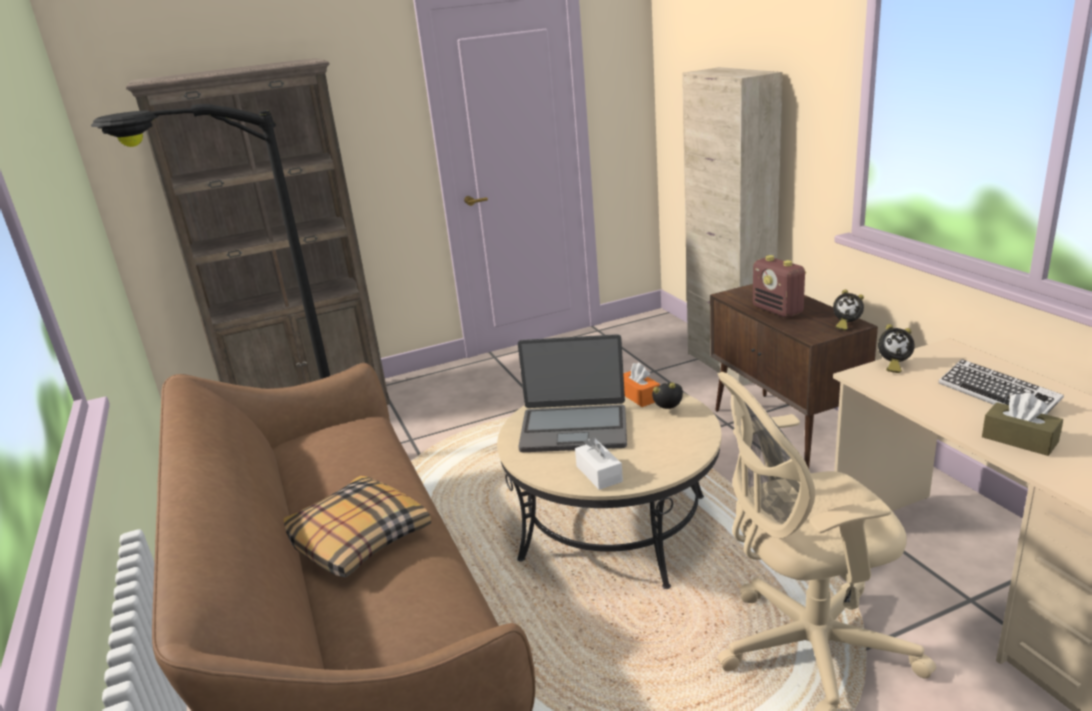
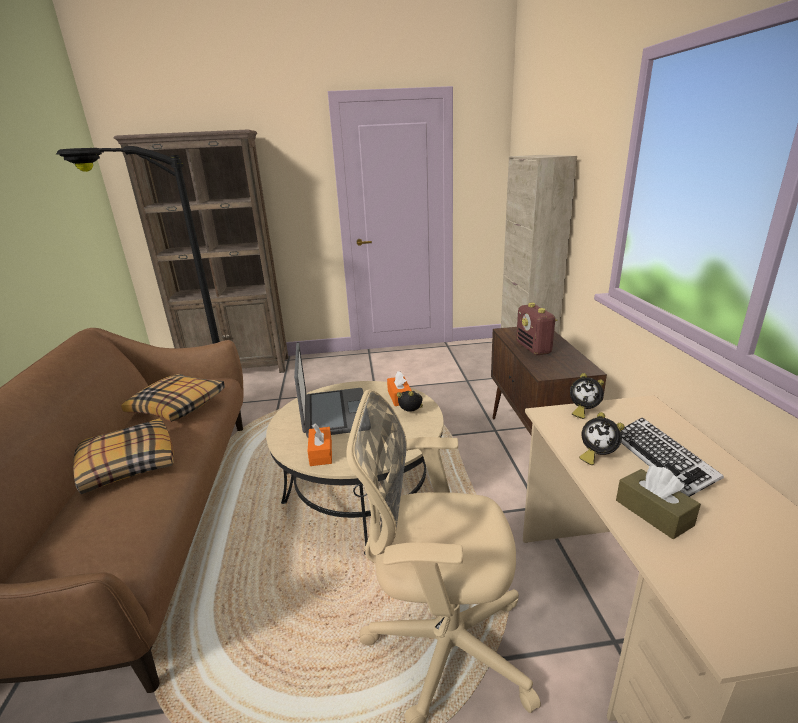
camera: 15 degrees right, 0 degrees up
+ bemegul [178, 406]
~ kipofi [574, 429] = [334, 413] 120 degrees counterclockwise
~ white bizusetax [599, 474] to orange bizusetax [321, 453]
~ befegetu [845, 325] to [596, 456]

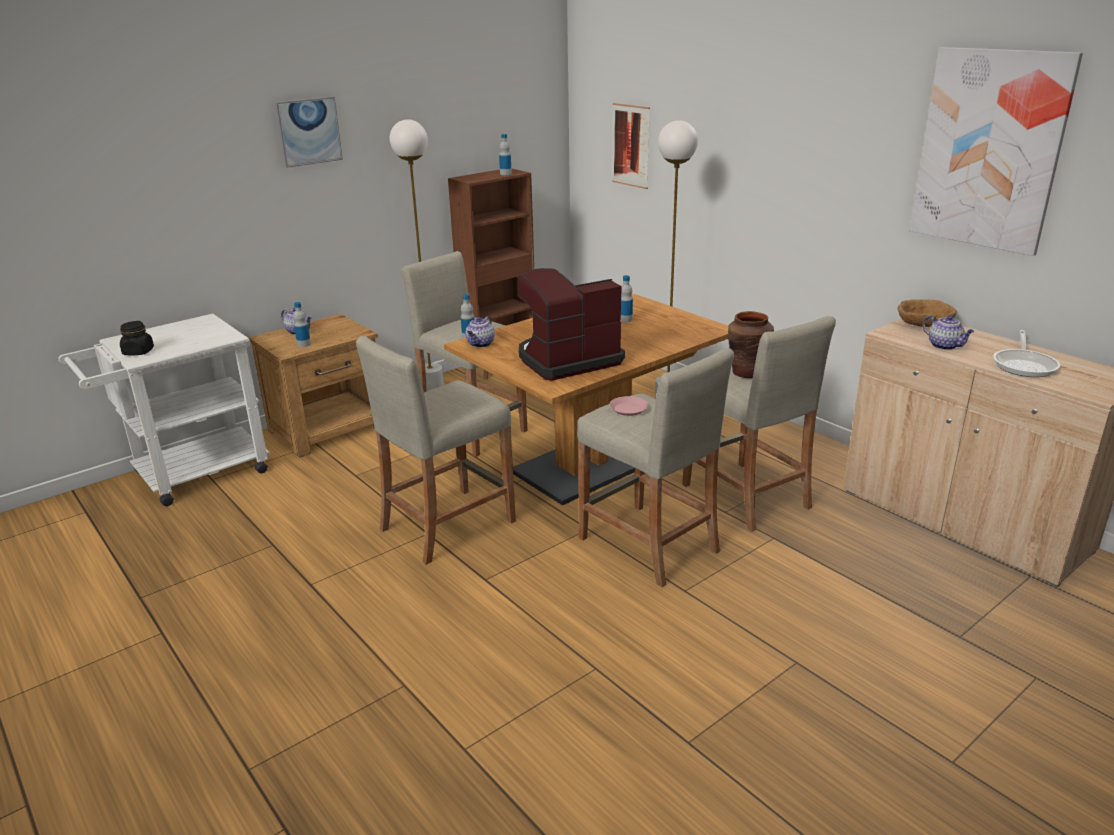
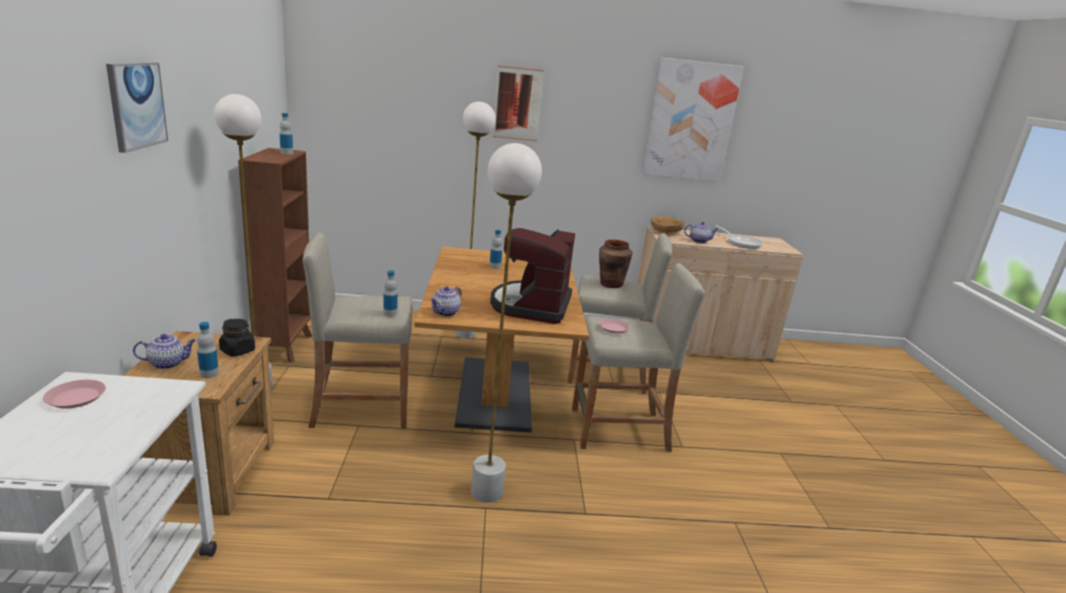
camera: 55 degrees left, 5 degrees down
+ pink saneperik [76, 398]
~ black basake [138, 352] to [238, 351]
~ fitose [480, 344] = [445, 313] 60 degrees clockwise
~ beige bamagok [447, 525] to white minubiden [486, 492]
~ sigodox [631, 145] to [517, 104]

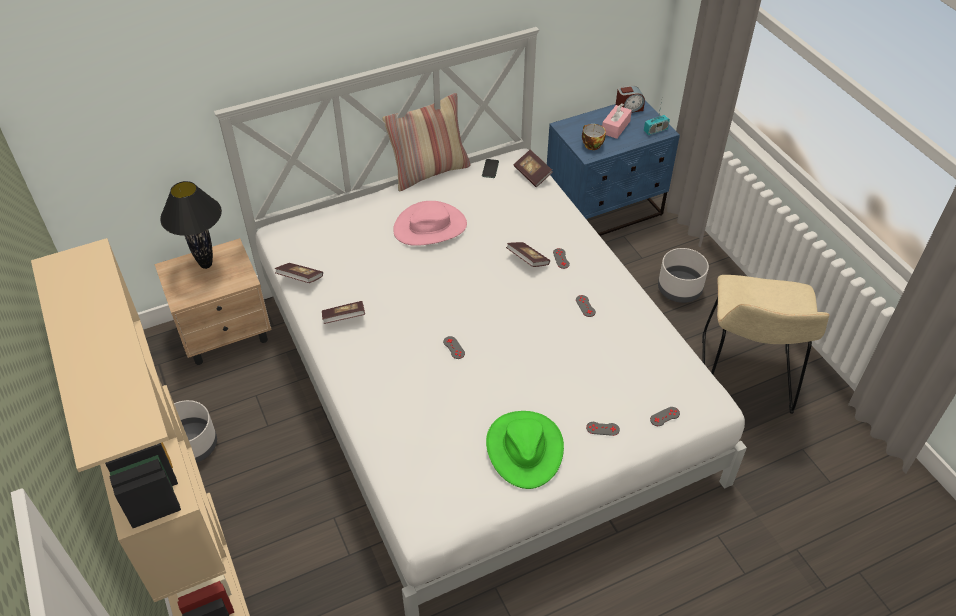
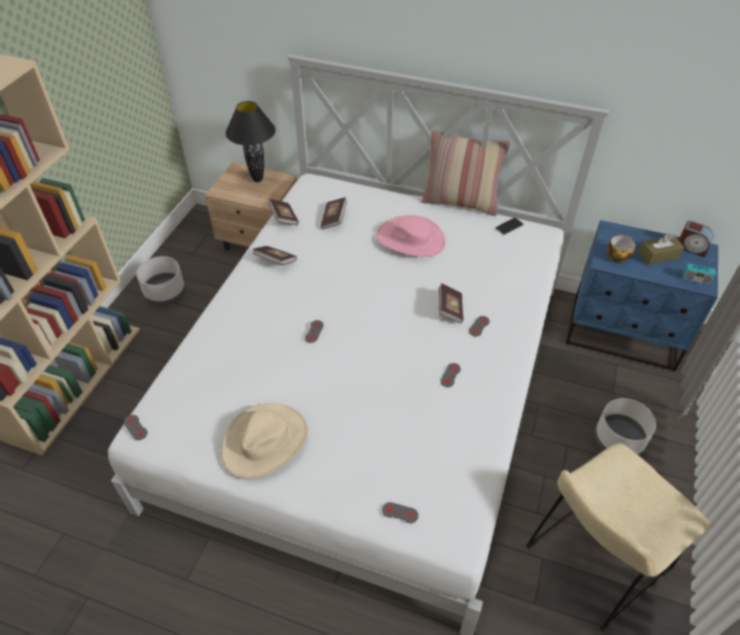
camera: 45 degrees right, 0 degrees up
~ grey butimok [602, 428] to [135, 427]
~ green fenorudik [524, 449] to beige fenorudik [265, 441]
~ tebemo [532, 174] to [334, 219]
~ pink bizusetax [615, 127] to brown bizusetax [658, 255]

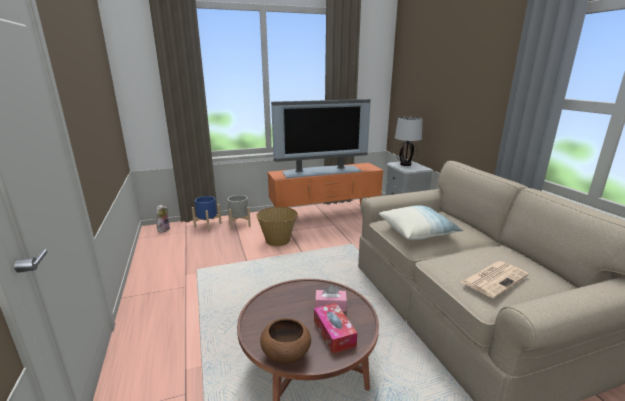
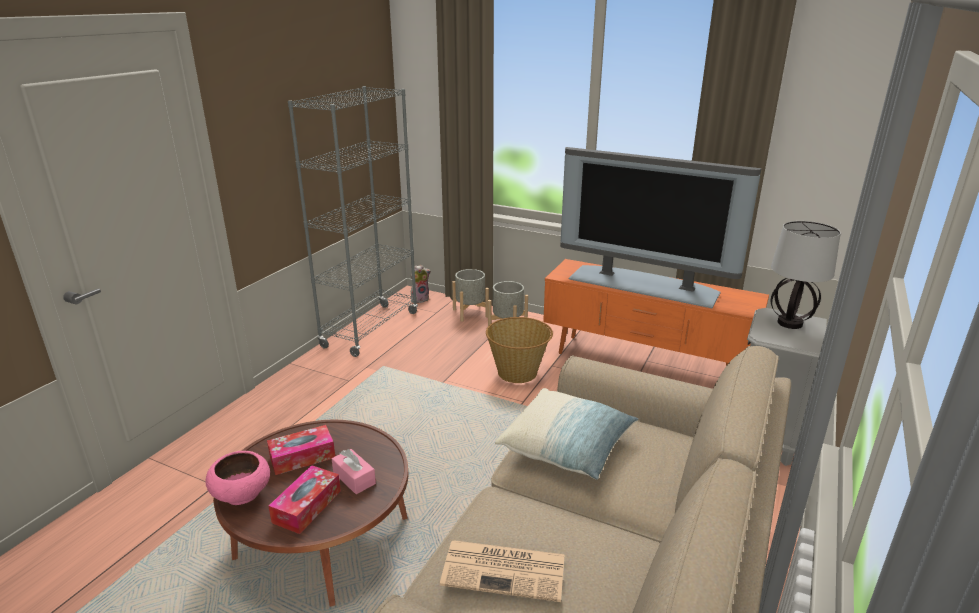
camera: 45 degrees right, 5 degrees up
~ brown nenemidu [286, 353] to pink nenemidu [242, 492]
+ bizusetax [302, 457]
+ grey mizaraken [370, 329]
~ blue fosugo [207, 225] to grey fosugo [470, 313]

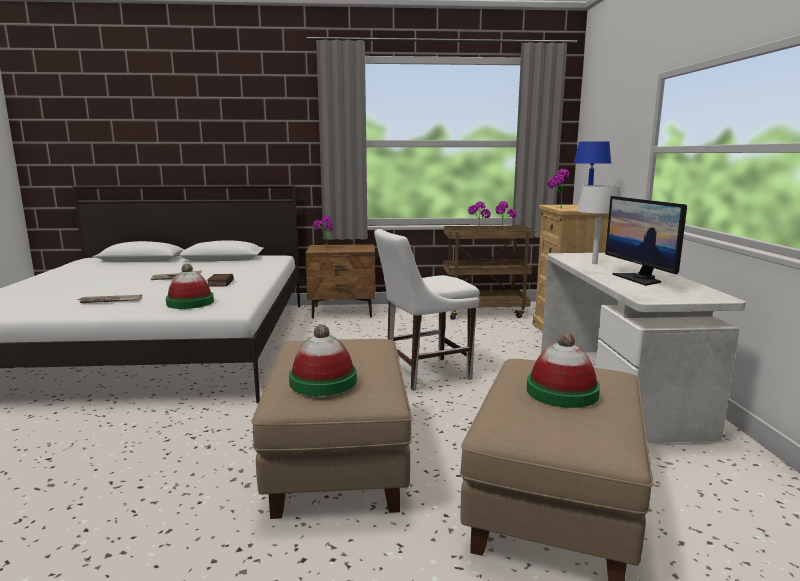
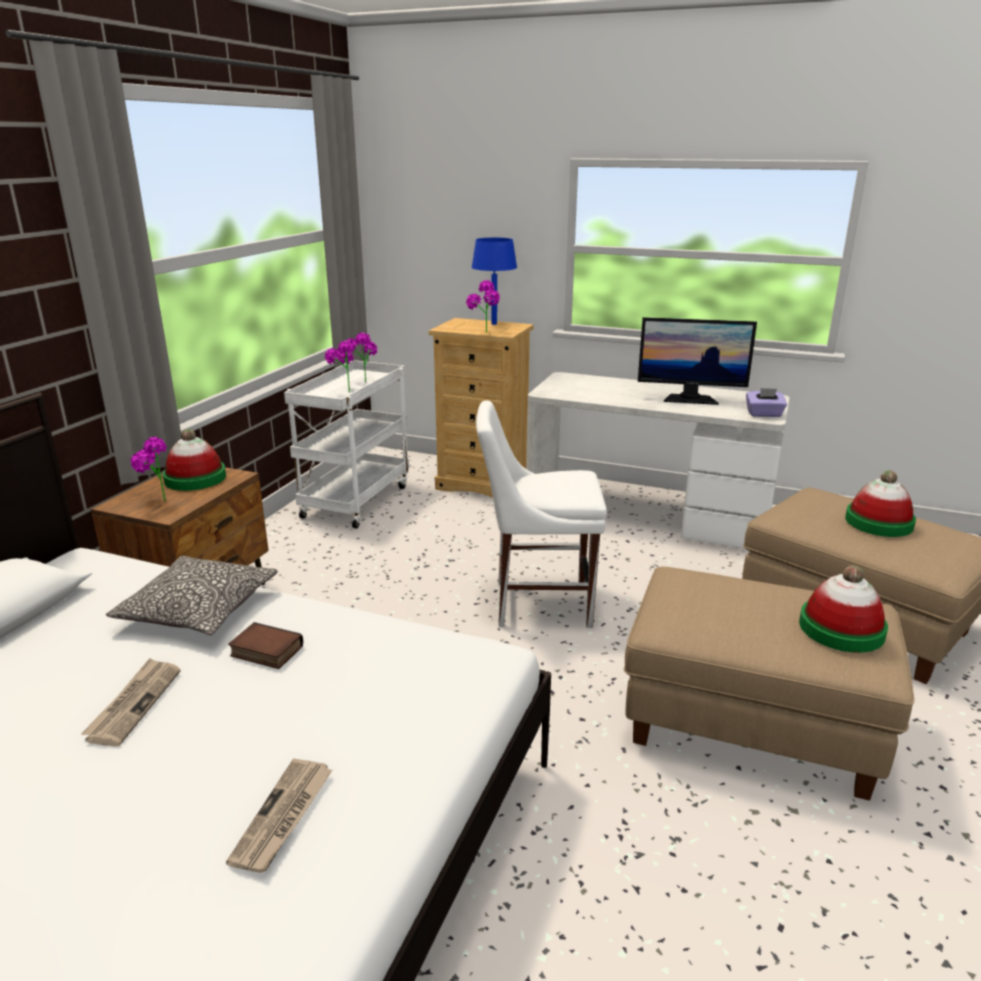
camera: 65 degrees left, 10 degrees up
+ bemegul [198, 609]
~ fenorudik [190, 302] to [195, 478]
~ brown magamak [484, 312] to white magamak [356, 500]
~ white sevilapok [423, 374] = [536, 603] 90 degrees clockwise
+ purple bizusetax [764, 414]
- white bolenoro [594, 263]

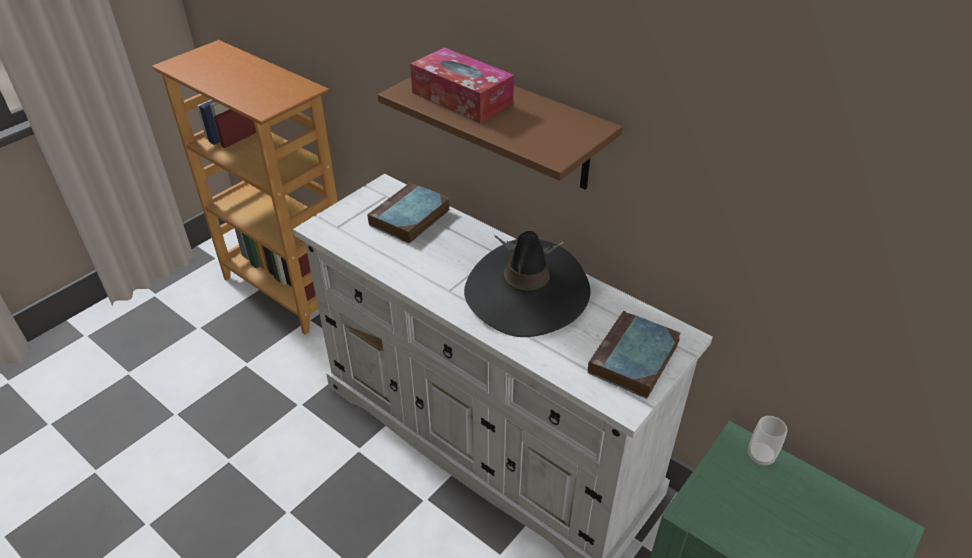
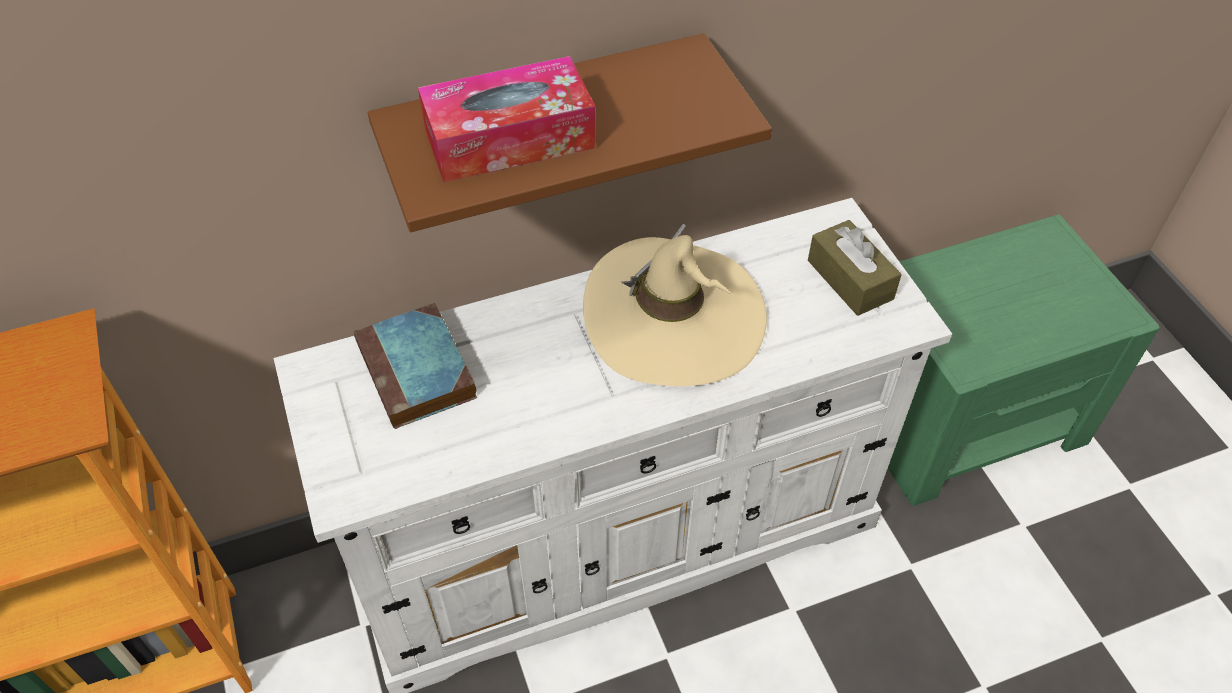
camera: 60 degrees left, 10 degrees up
~ black fenorudik [526, 293] to beige fenorudik [674, 318]
~ tebemo [633, 360] to brown bizusetax [850, 279]
- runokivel [760, 456]

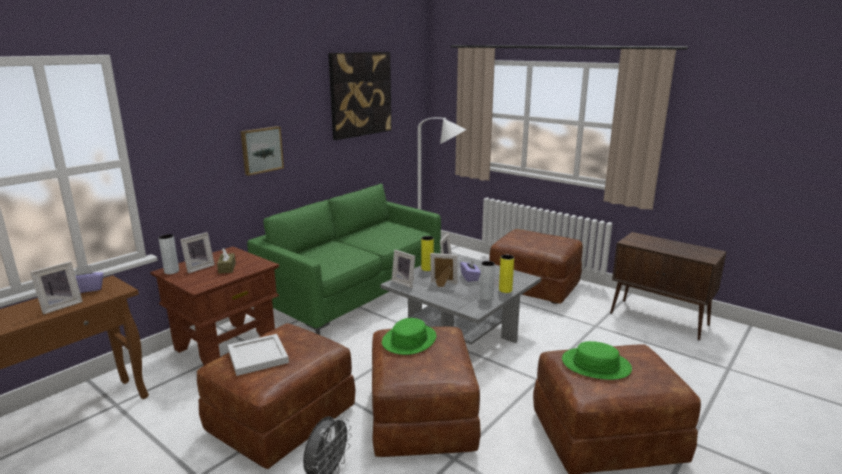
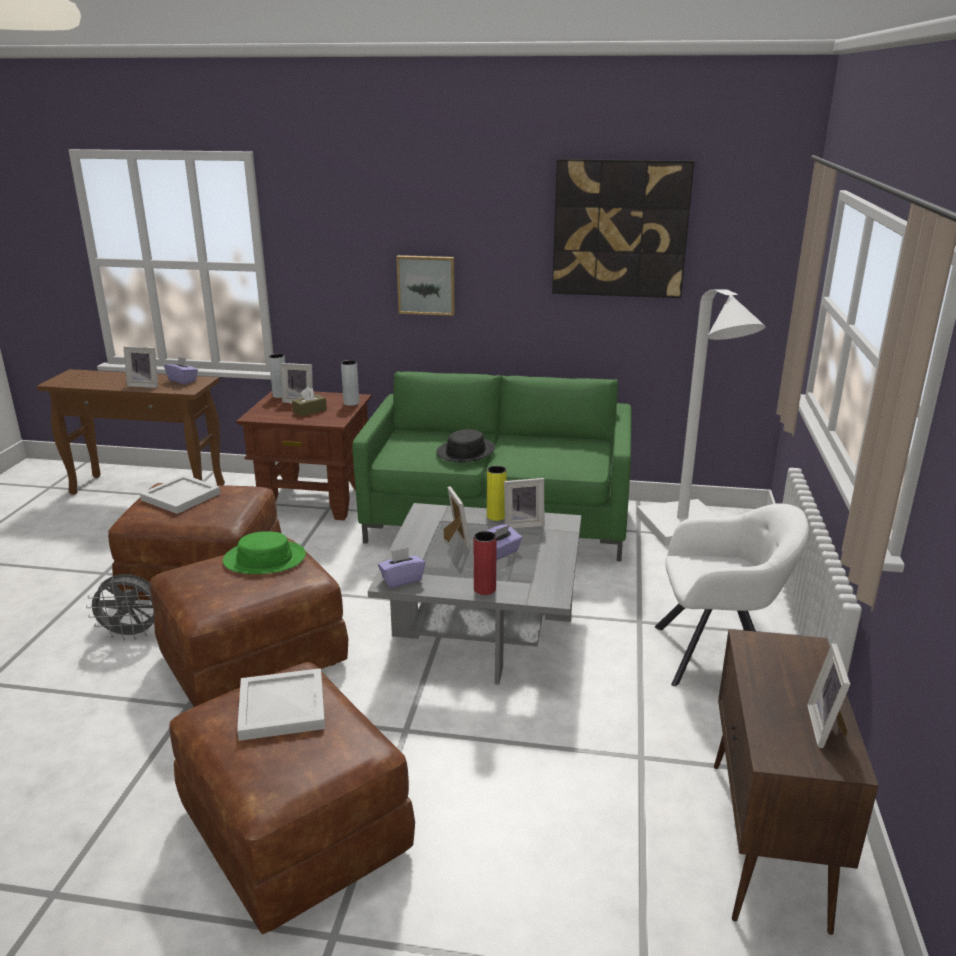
camera: 60 degrees right, 5 degrees up
~ green fenorudik [596, 365] to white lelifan [280, 708]
~ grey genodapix [486, 297] to [351, 403]
+ purple bizusetax [401, 579]
+ black fenorudik [465, 451]
~ yellow genodapix [505, 290] to red genodapix [484, 589]
~ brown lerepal [534, 286] to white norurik [719, 655]
~ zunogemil [405, 282] to [827, 727]

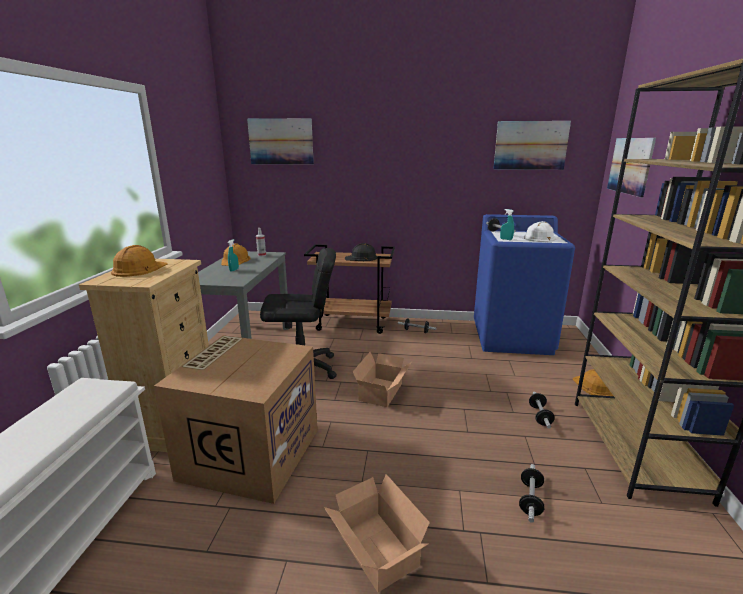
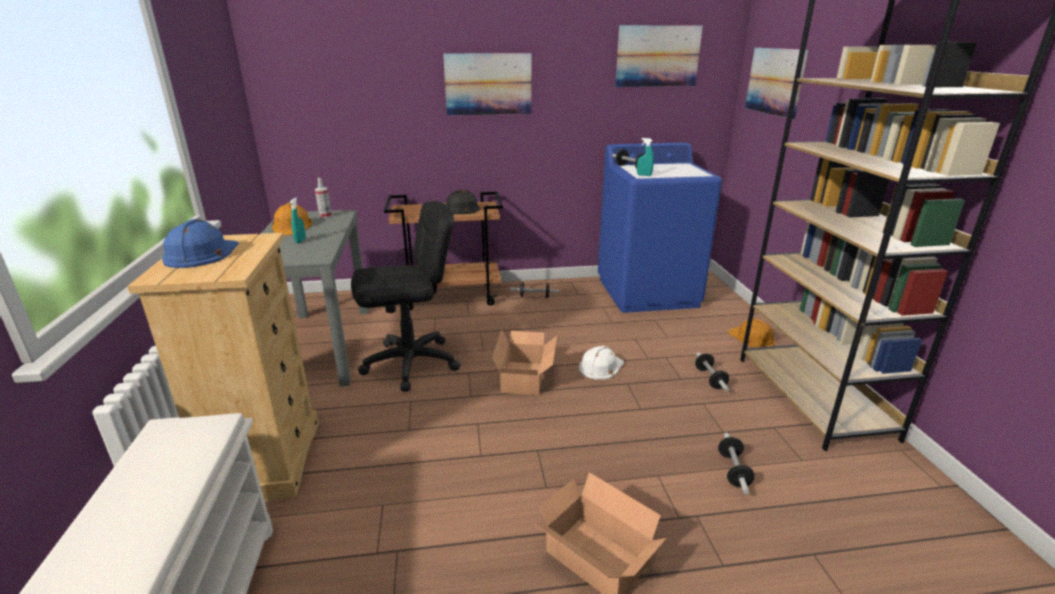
camera: 15 degrees left, 5 degrees up
~ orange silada [139, 269] to blue silada [201, 253]
~ sigodox [281, 141] to [488, 84]
~ white silada [541, 238] to [600, 366]
- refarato [250, 452]

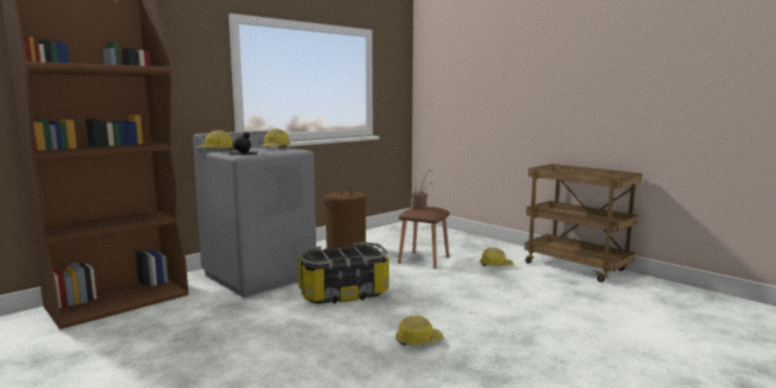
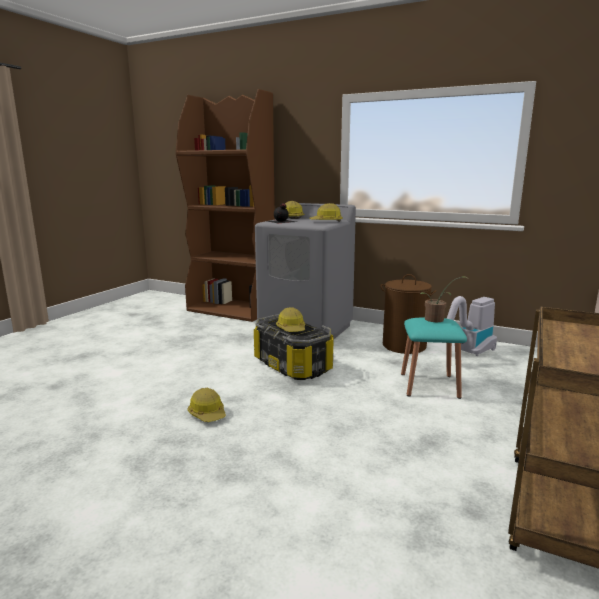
camera: 70 degrees right, 5 degrees up
~ silada [495, 265] to [292, 328]
~ brown bamagok [424, 259] to turquoise bamagok [429, 385]
+ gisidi [467, 353]

